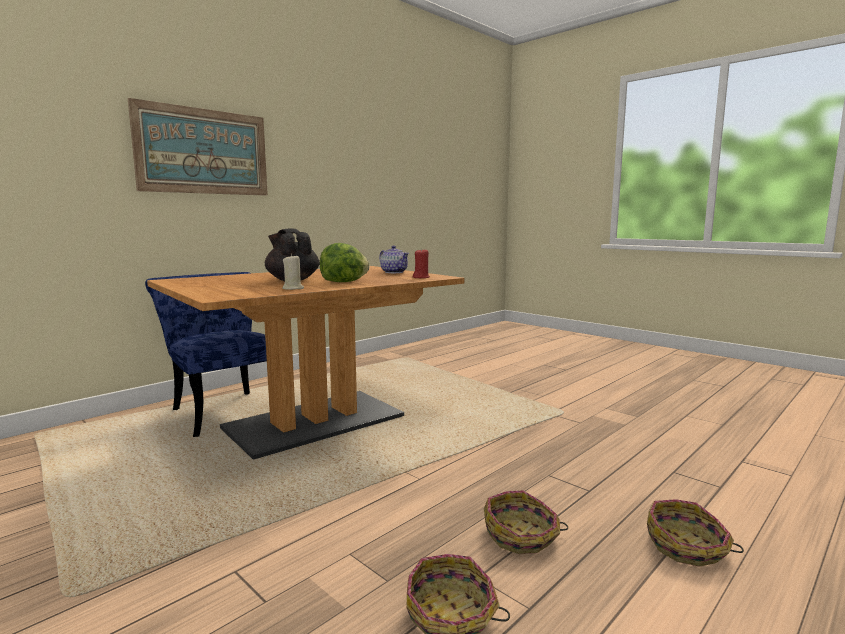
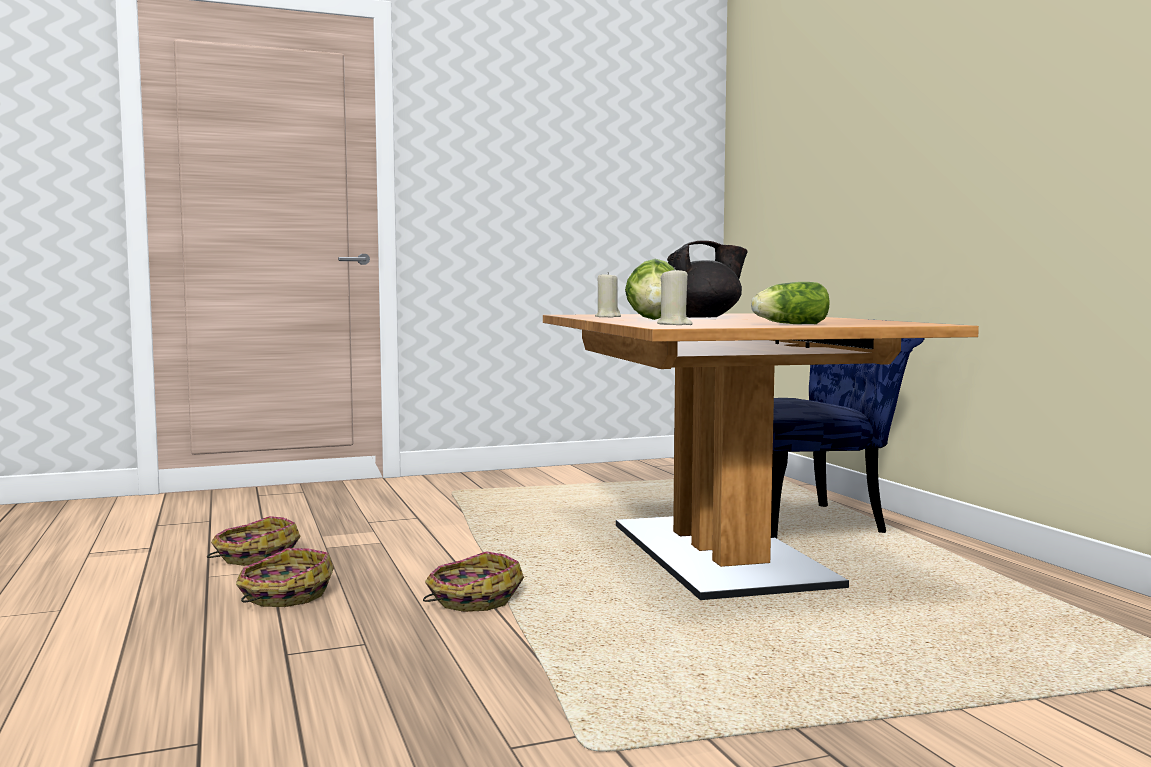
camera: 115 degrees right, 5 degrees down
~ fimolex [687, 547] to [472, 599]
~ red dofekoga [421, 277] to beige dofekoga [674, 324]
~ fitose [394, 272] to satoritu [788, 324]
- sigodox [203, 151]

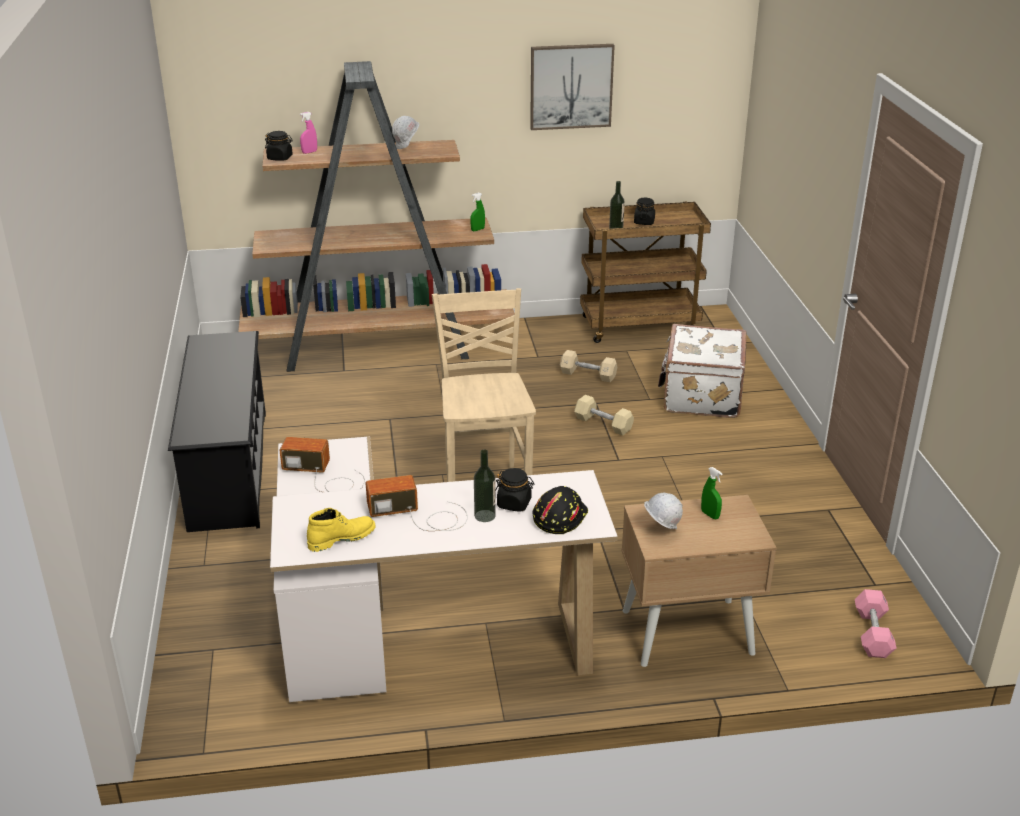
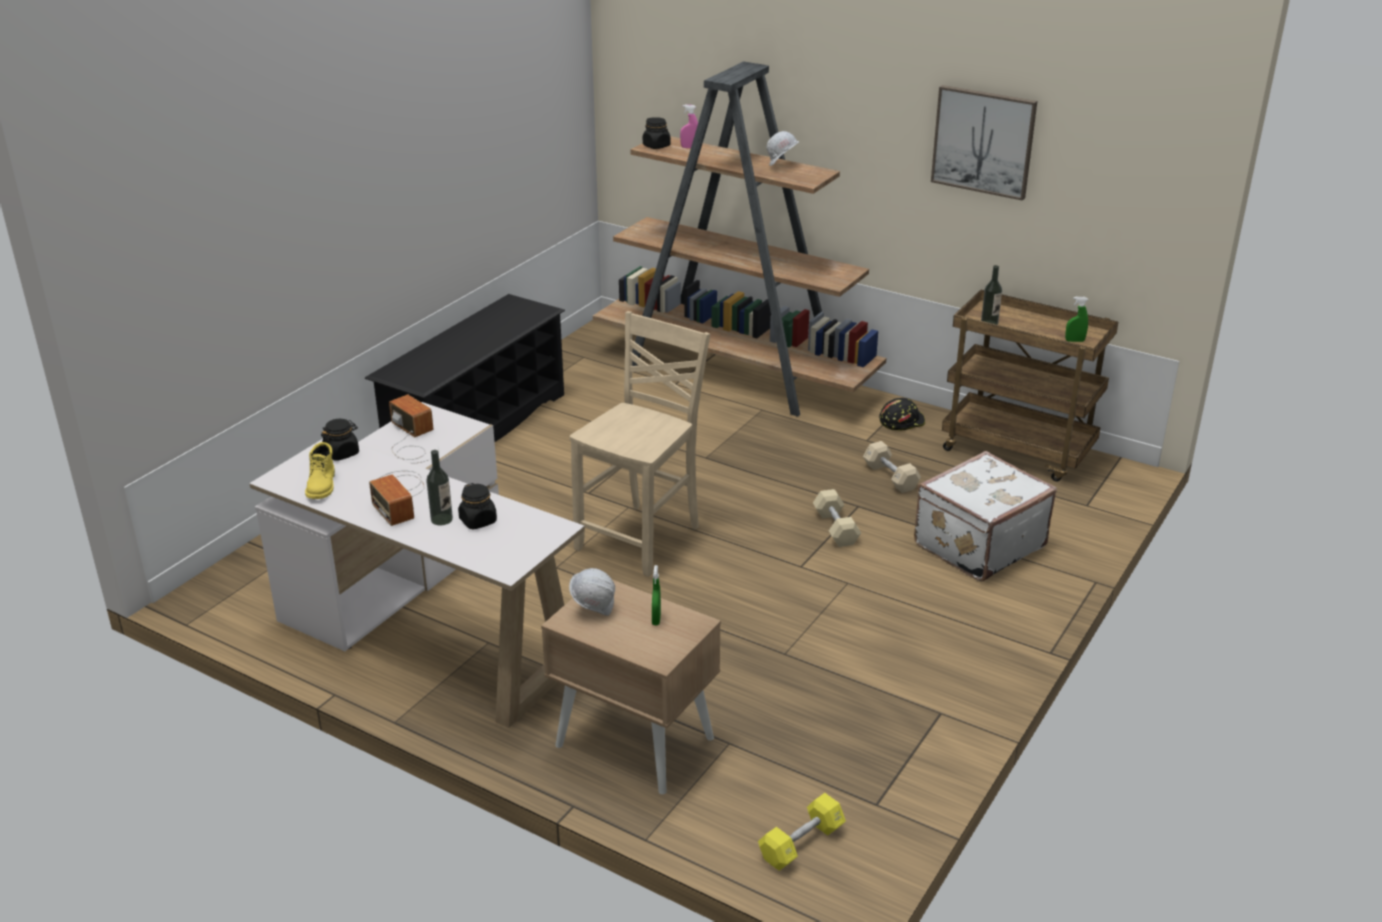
camera: 40 degrees right, 0 degrees up
~ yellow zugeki [341, 538] = [322, 486] 75 degrees clockwise
~ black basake [644, 222] to [342, 453]
~ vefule [420, 515] = [399, 495] 150 degrees counterclockwise
~ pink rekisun [872, 633] to yellow rekisun [801, 843]
~ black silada [559, 517] to [901, 421]
~ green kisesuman [477, 229] to [1074, 341]

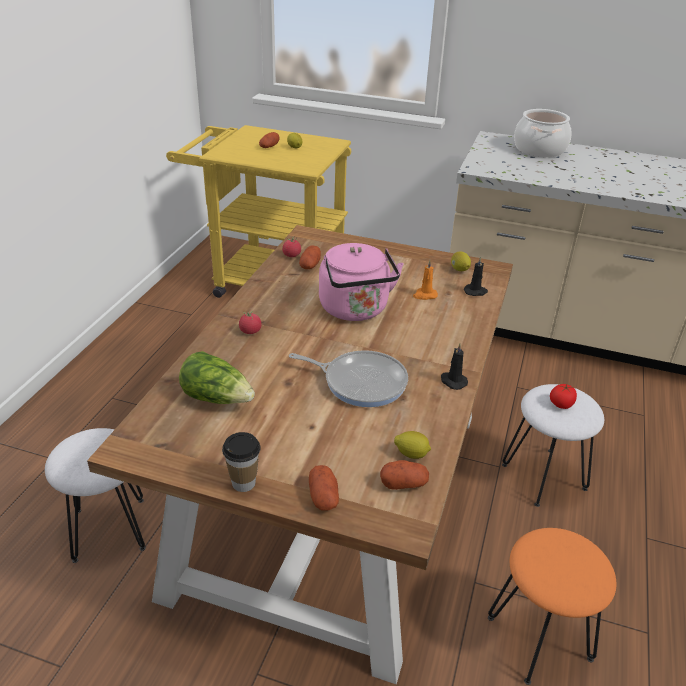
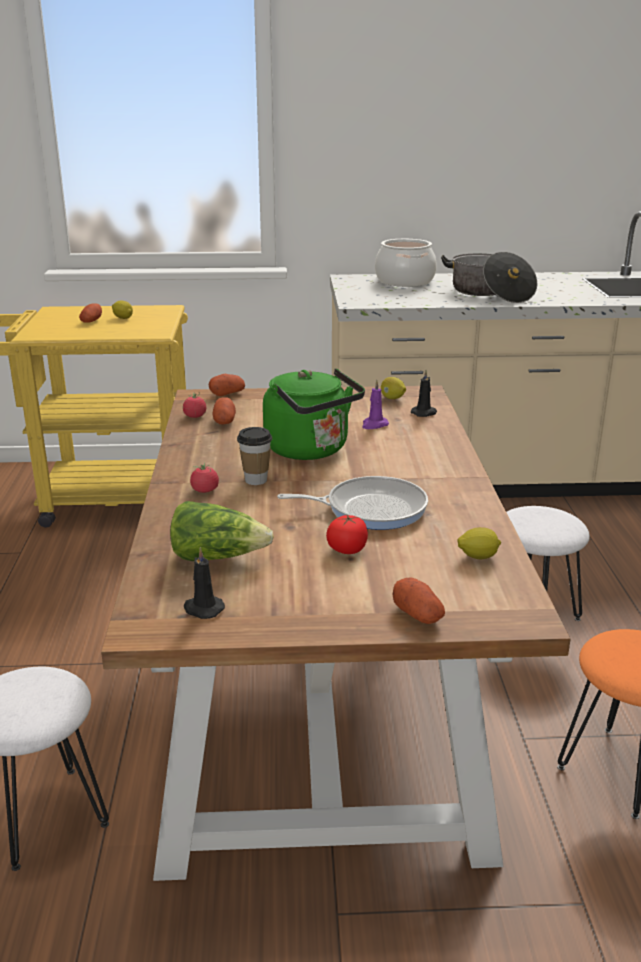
camera: 20 degrees left, 10 degrees down
~ black dofekoga [452, 381] to [202, 609]
~ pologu [403, 483] to [227, 394]
~ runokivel [243, 483] to [256, 480]
~ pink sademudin [356, 310] to green sademudin [311, 450]
~ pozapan [561, 404] to [347, 549]
~ orange dofekoga [424, 295] to purple dofekoga [374, 425]
+ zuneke [489, 293]

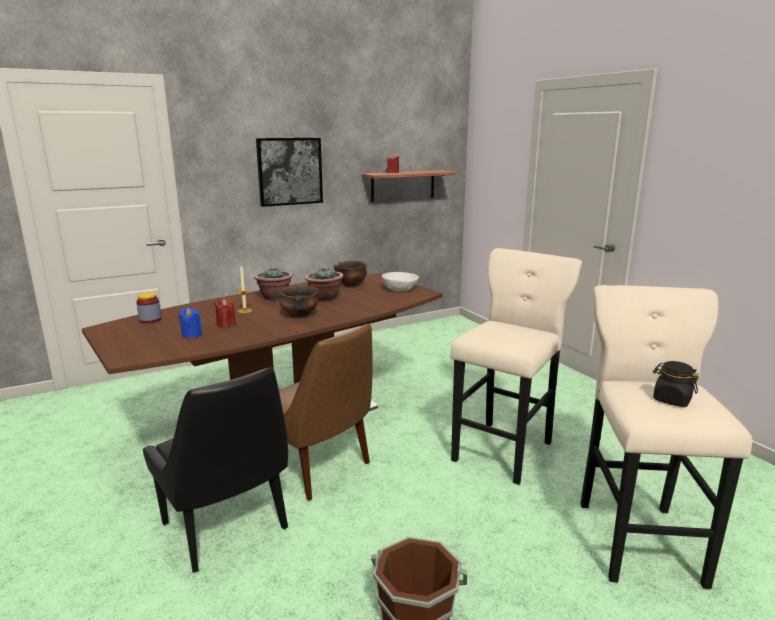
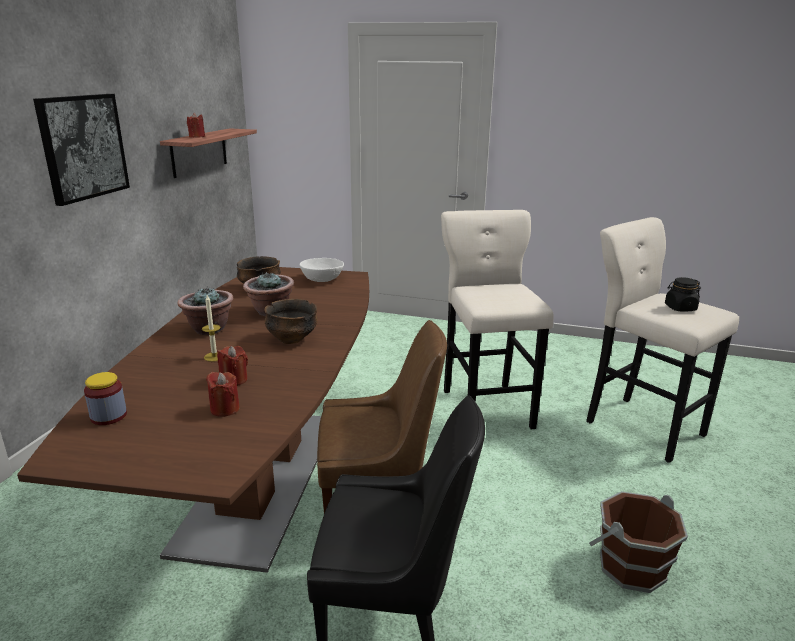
camera: 45 degrees left, 5 degrees up
~ blue dofekoga [191, 334] to red dofekoga [225, 409]

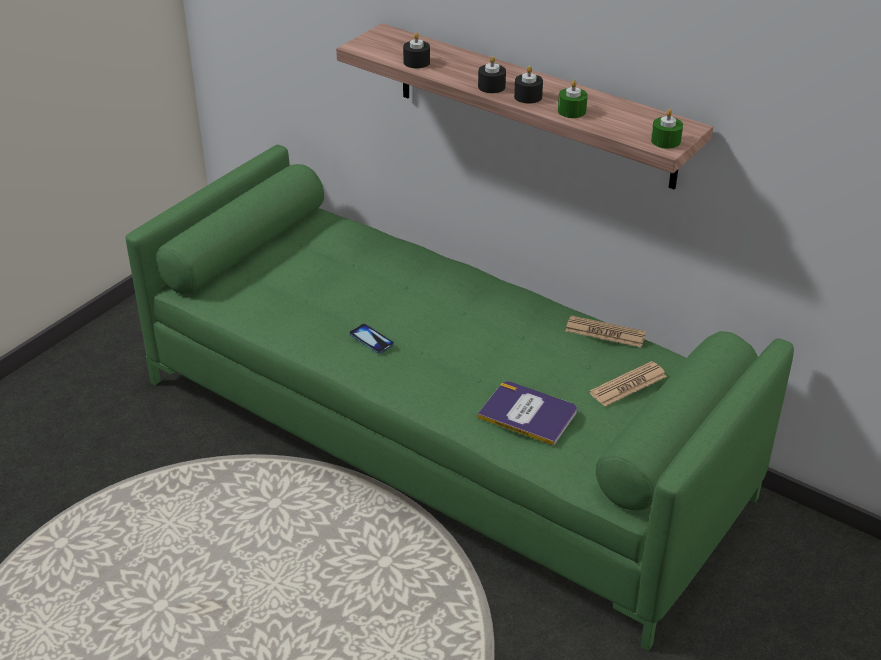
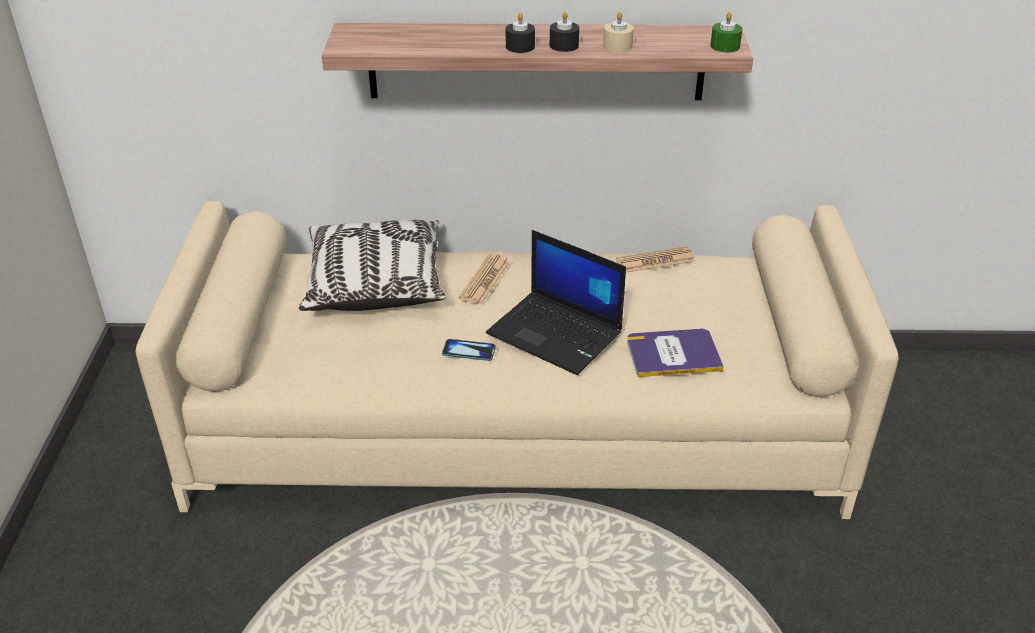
camera: 35 degrees left, 0 degrees up
~ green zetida [441, 437] to beige zetida [518, 427]
+ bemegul [375, 284]
~ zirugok [628, 385] to [485, 280]
+ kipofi [556, 333]
~ green dofekoga [572, 111] to beige dofekoga [617, 46]
- black dofekoga [416, 62]

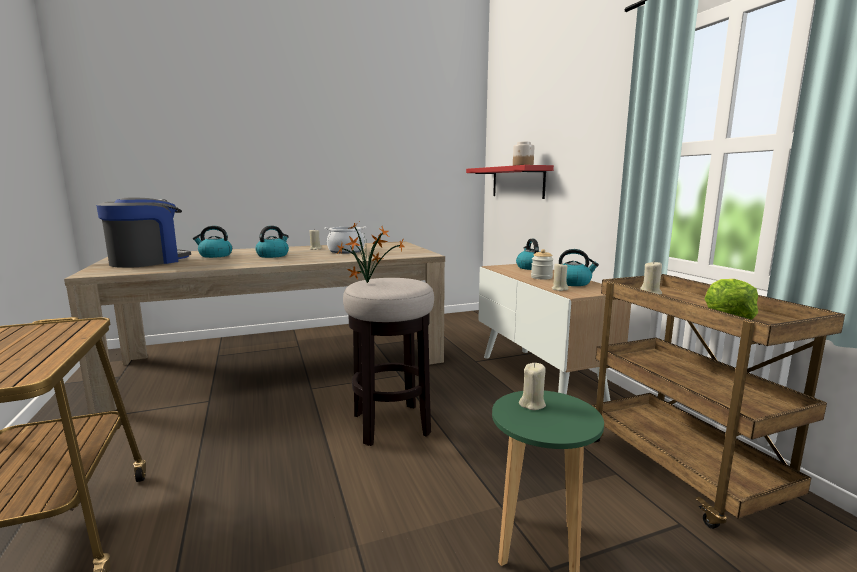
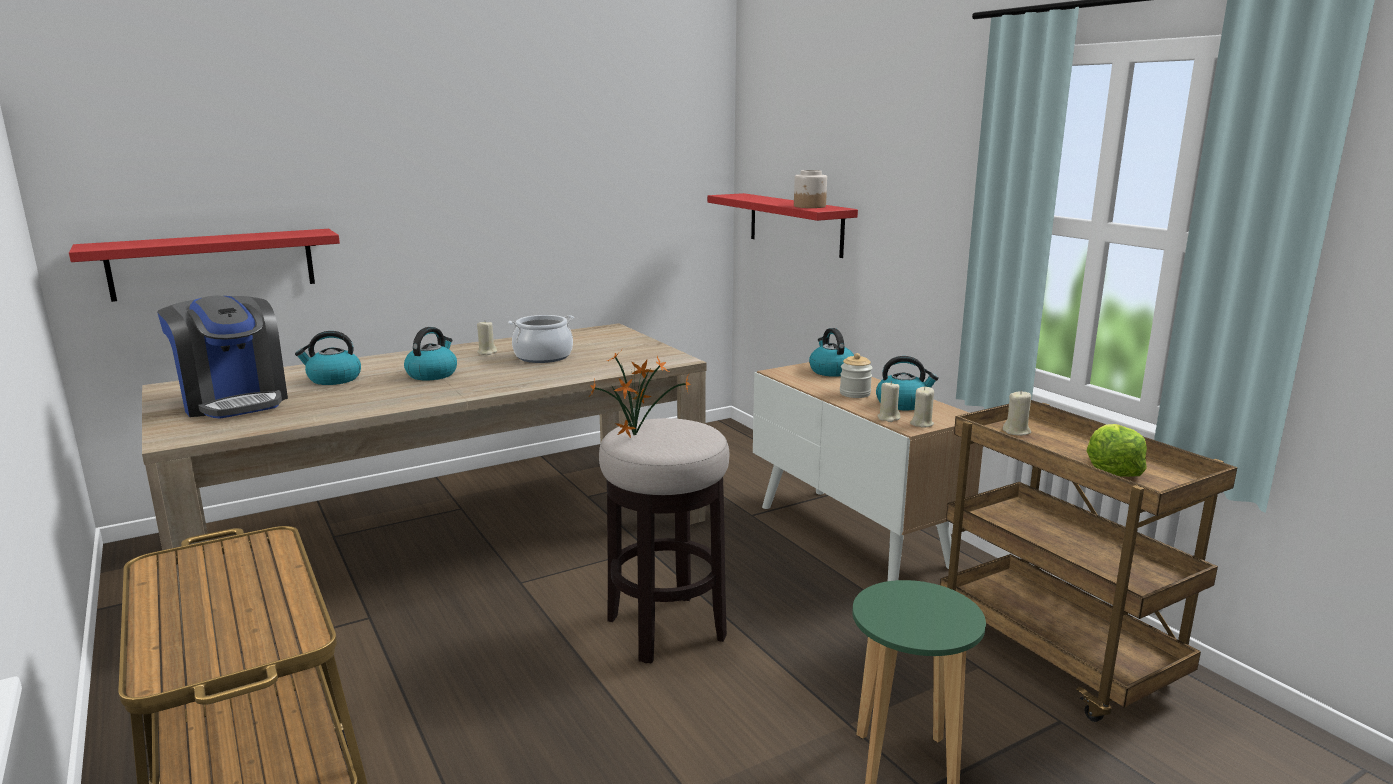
camera: 10 degrees left, 5 degrees up
+ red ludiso [213, 264]
~ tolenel [148, 261] = [234, 401] 120 degrees clockwise
~ beige dofekoga [532, 404] to [921, 424]

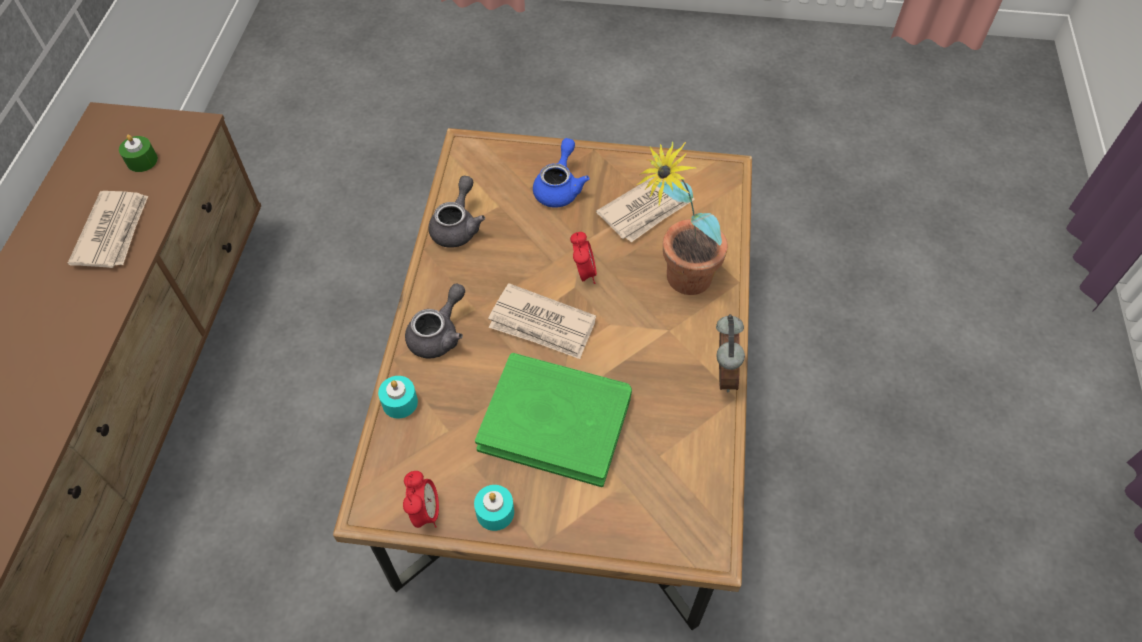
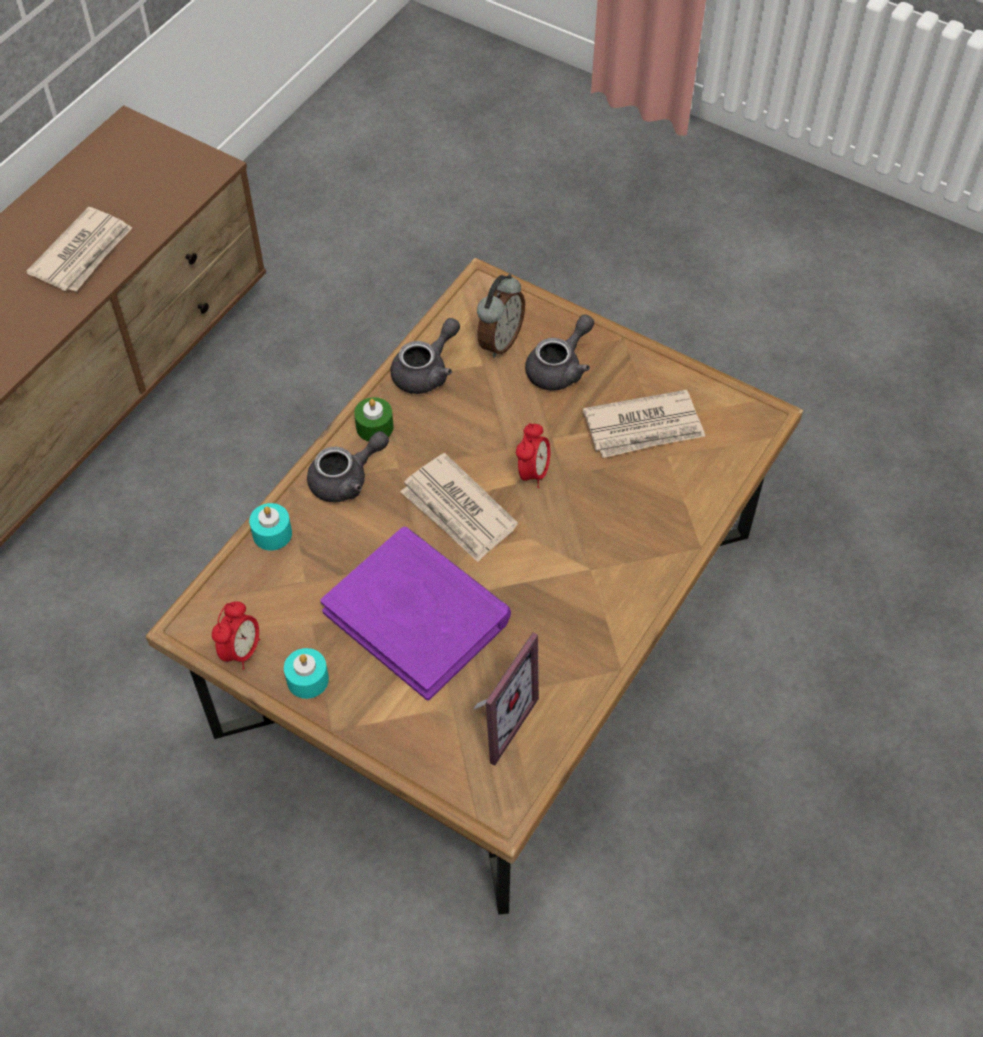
camera: 25 degrees right, 0 degrees up
~ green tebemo [556, 420] to purple tebemo [417, 615]
~ green dofekoga [142, 161] to [374, 427]
+ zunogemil [495, 720]
~ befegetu [722, 374] to [499, 341]
~ blue fitose [559, 187] to grey fitose [560, 368]
- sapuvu [676, 282]

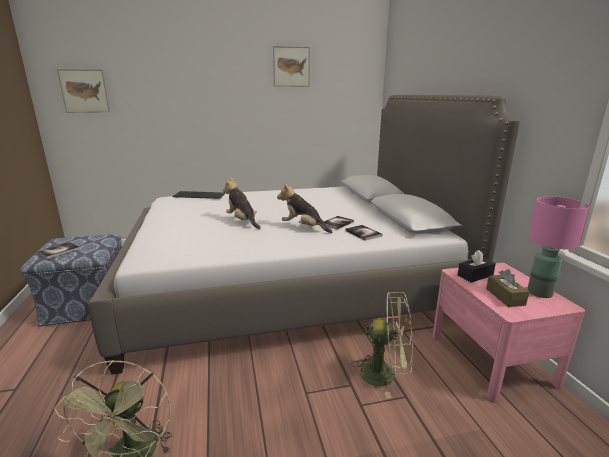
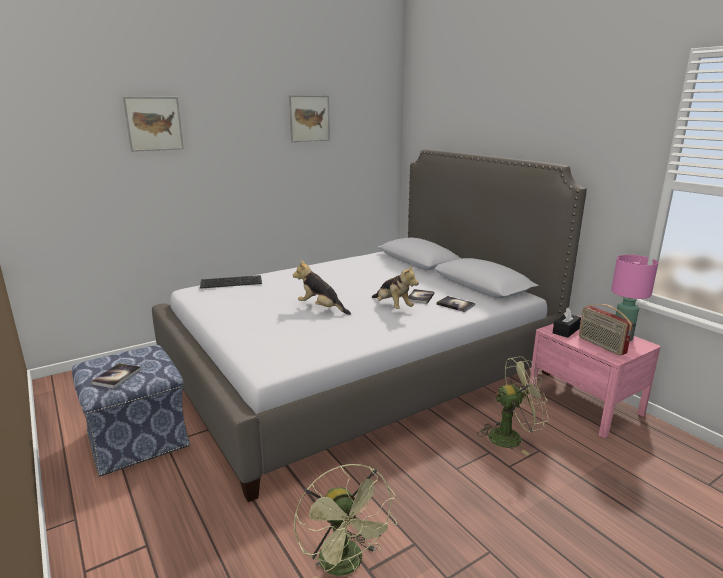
camera: 20 degrees left, 0 degrees up
~ sigodox [84, 91] to [154, 123]
~ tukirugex [303, 228] = [393, 307] 135 degrees counterclockwise
~ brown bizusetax [505, 297] to vefule [601, 345]

